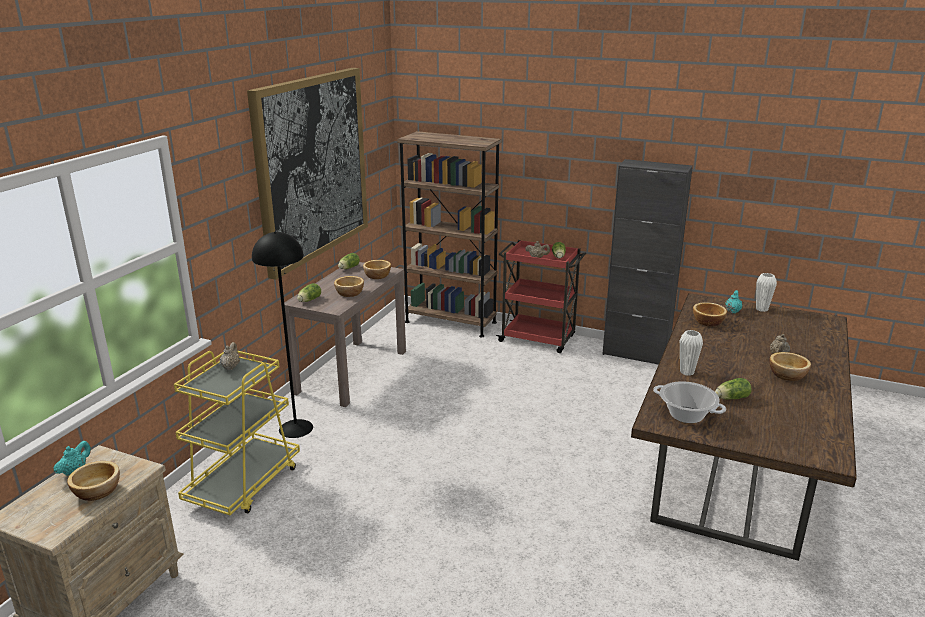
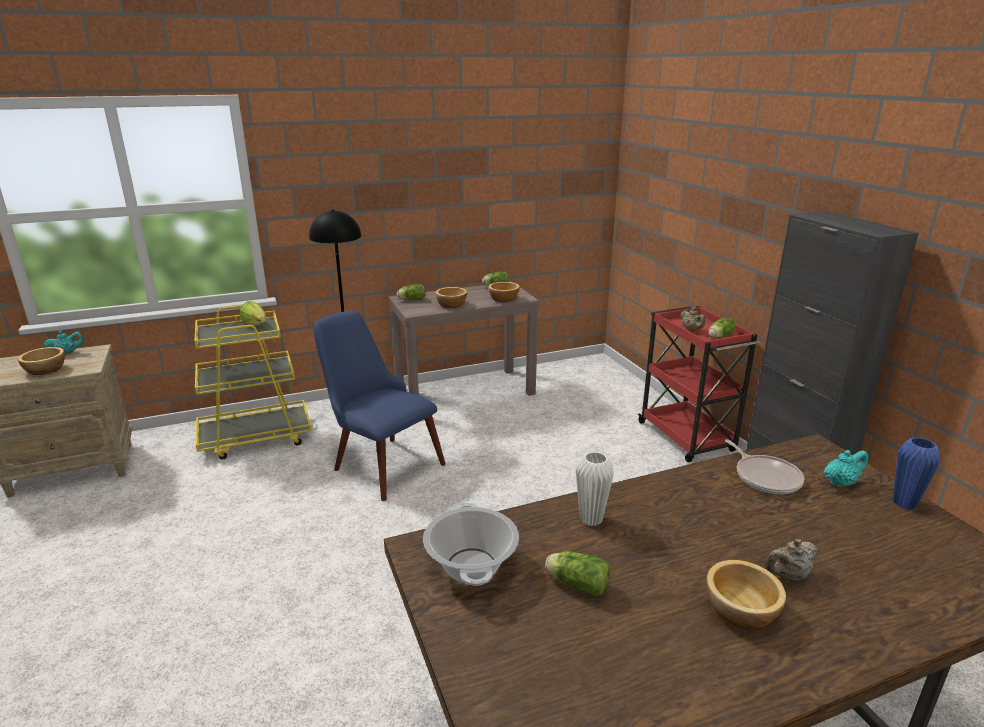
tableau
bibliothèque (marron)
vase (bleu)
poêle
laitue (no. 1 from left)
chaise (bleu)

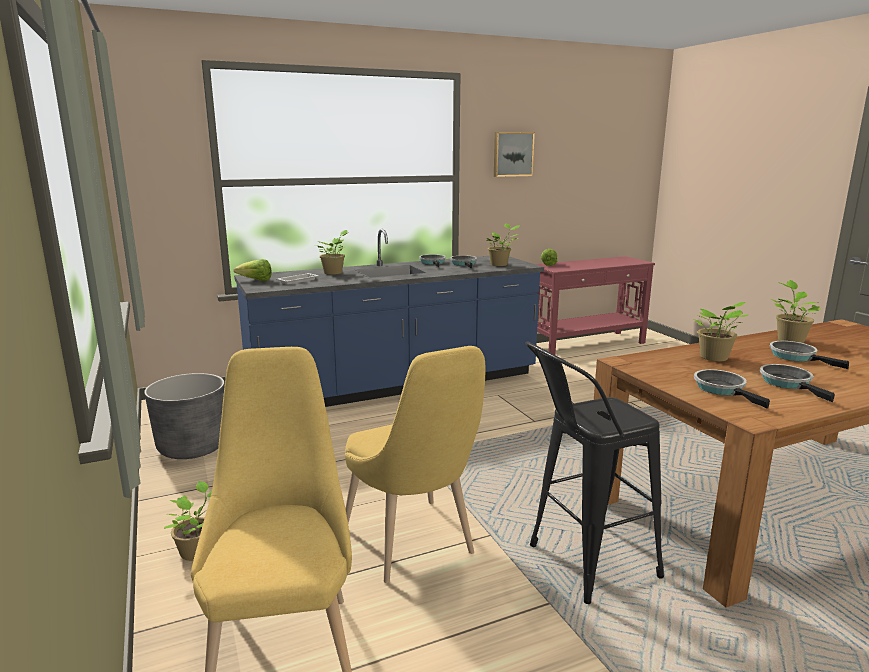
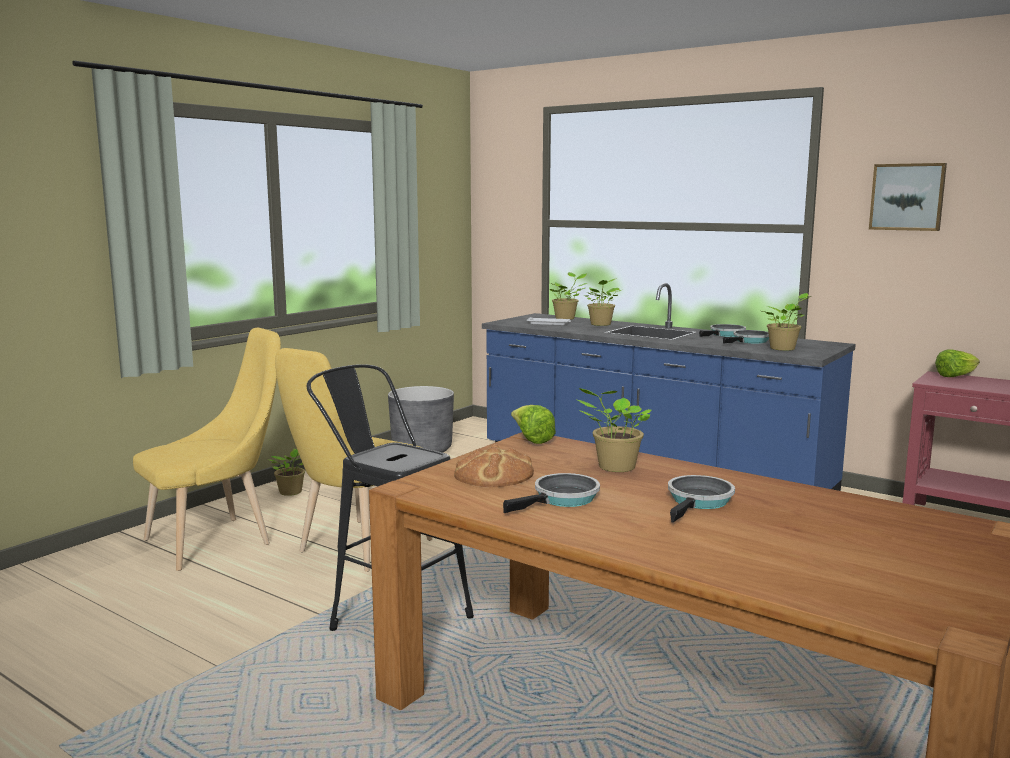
laitue (no. 1 from left)
plante en pot (no. 2 from left)
pain

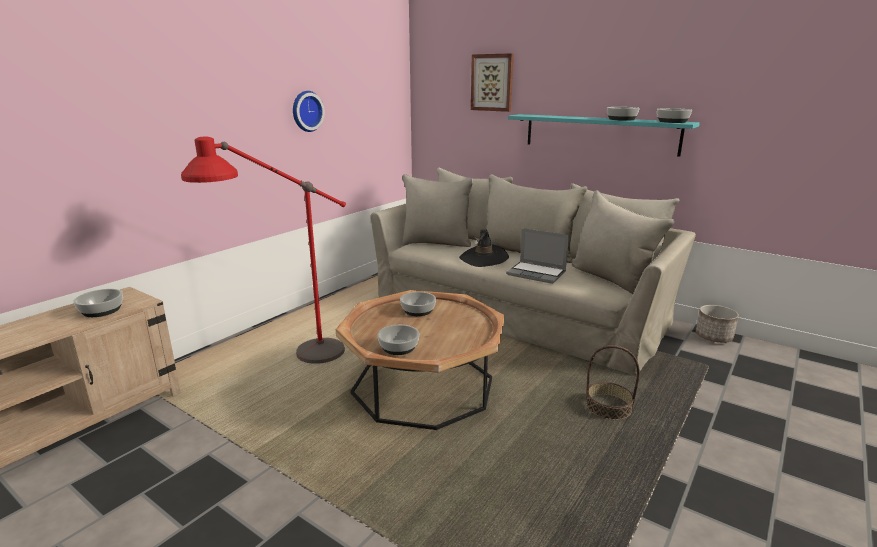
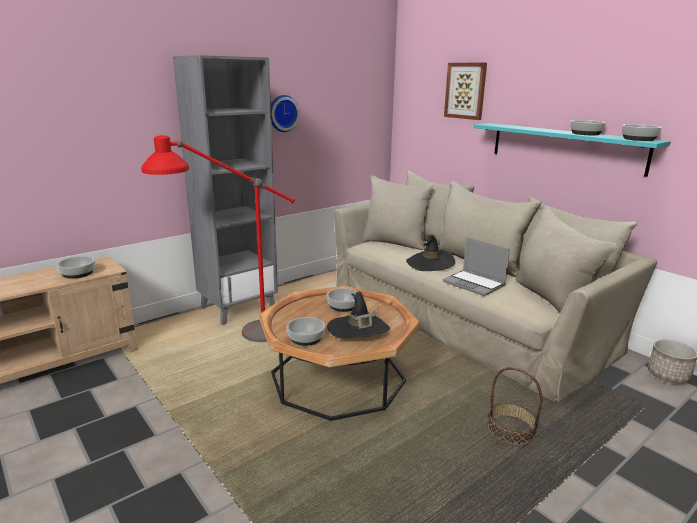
bibliothèque (gris)
chapeau (noir) (no. 1 from left)

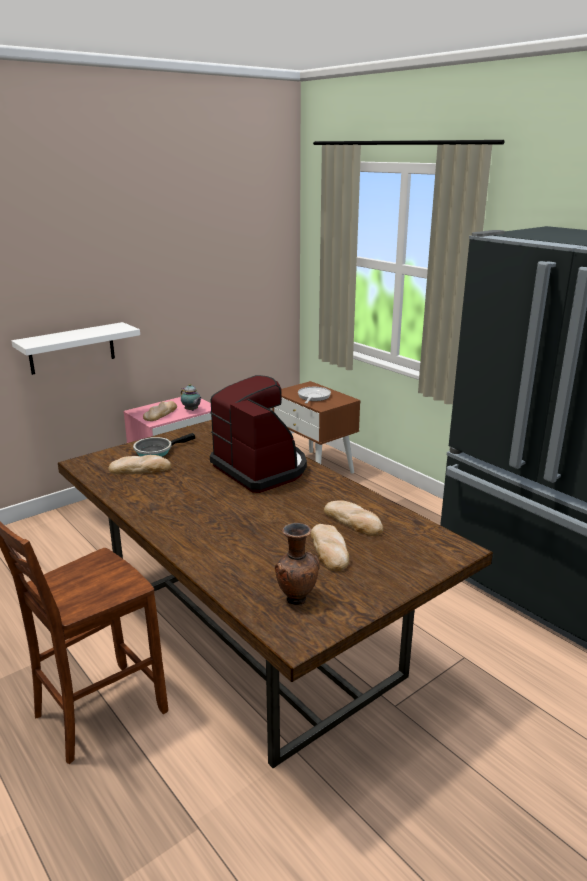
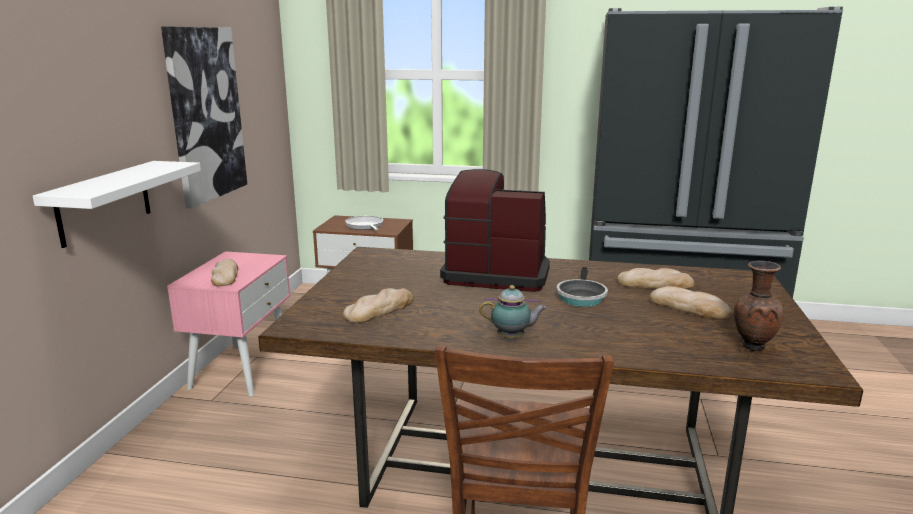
théière
poêle (no. 2 from left)
tableau

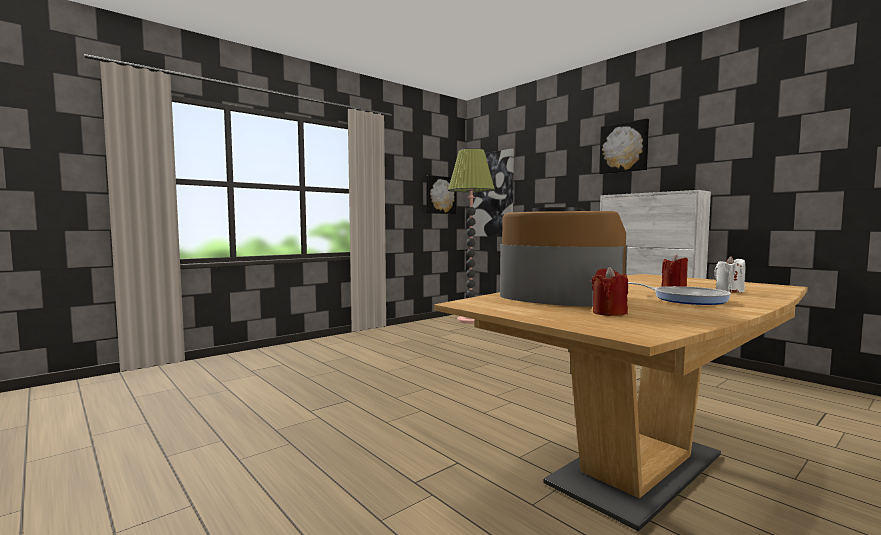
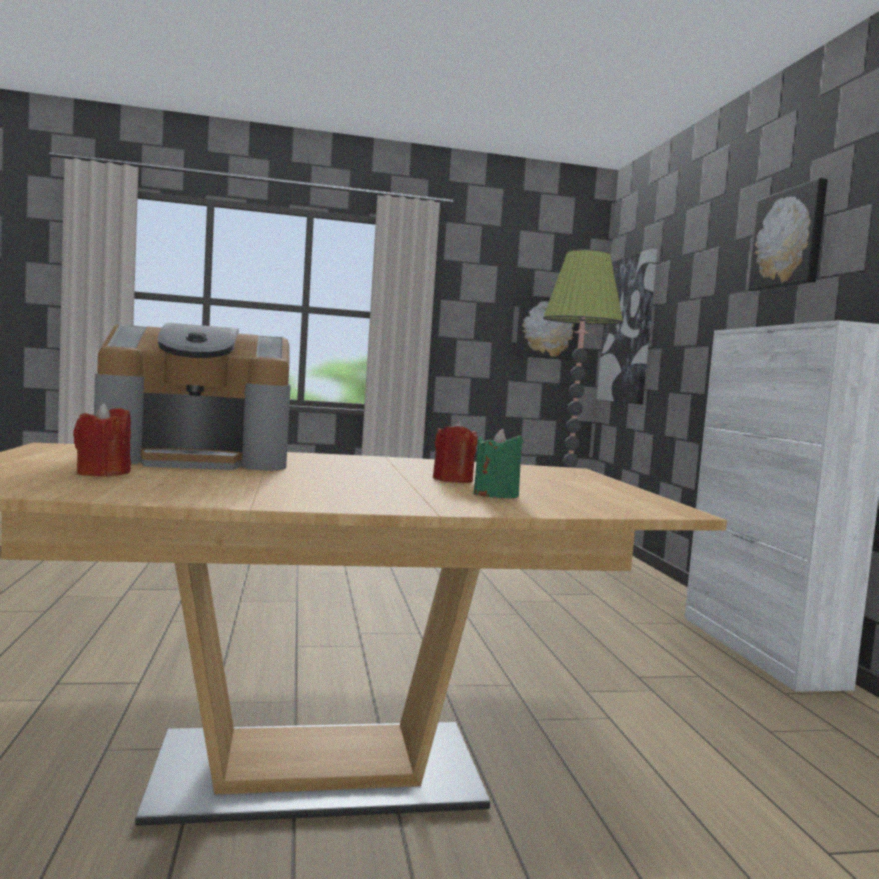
machine à café
bougie (vert)
poêle

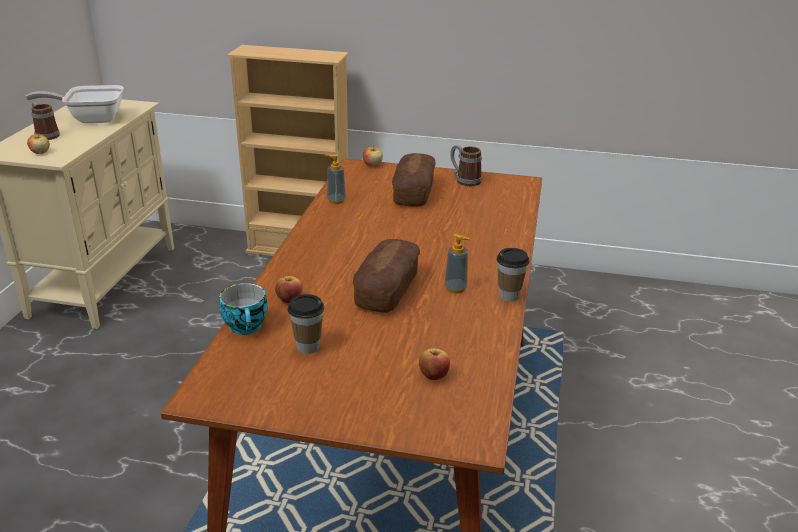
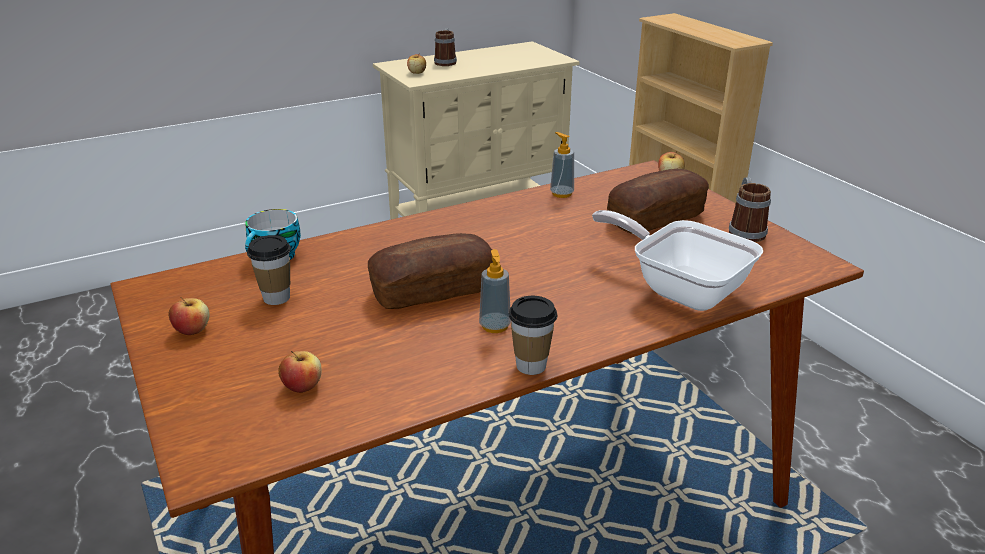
poêle
pomme (no. 1 from left)

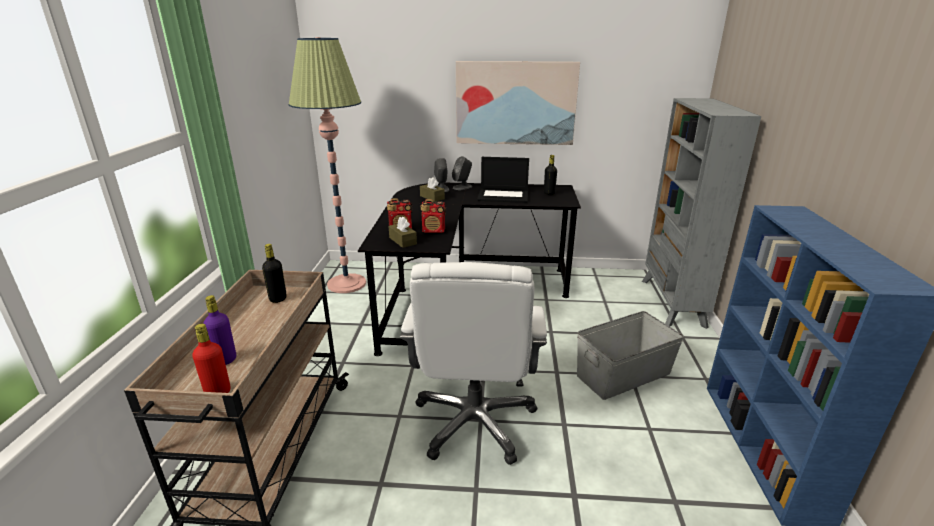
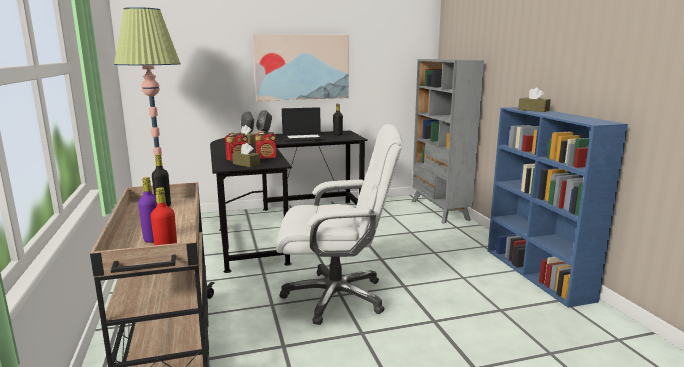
chaise de bureau (blanc)
boîte de rangement (gris)
boîte à mouchoirs (marron) (no. 3 from left)

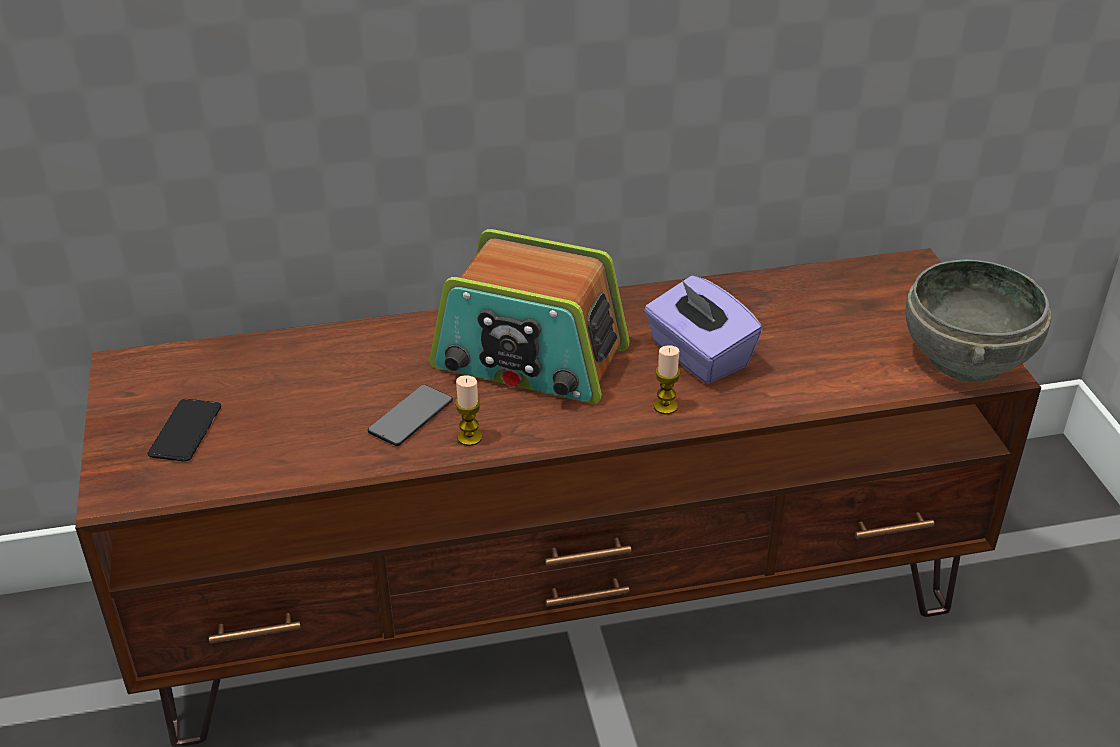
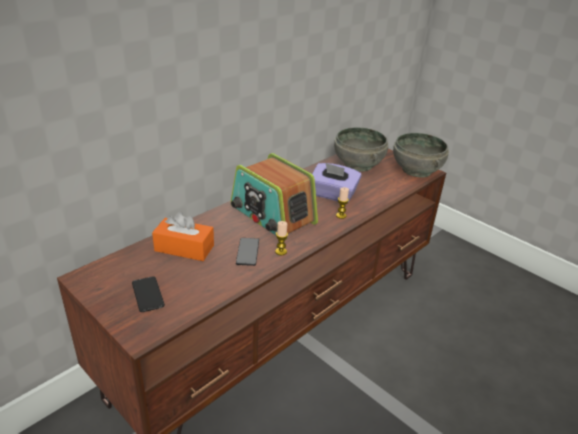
radio
bol (gris) (no. 1 from left)
boîte à mouchoirs (orange)

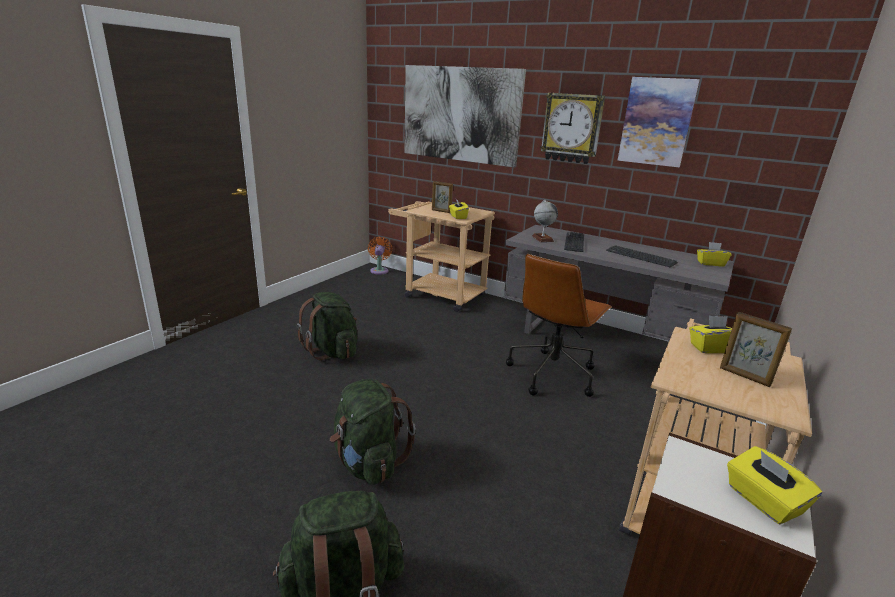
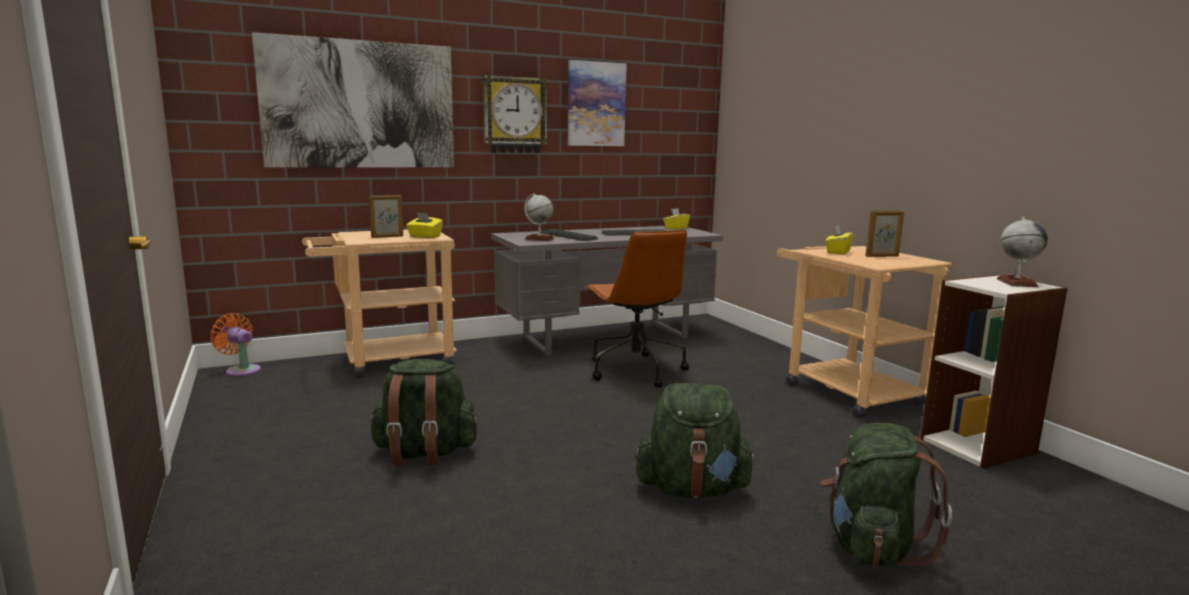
globe (no. 2 from left)

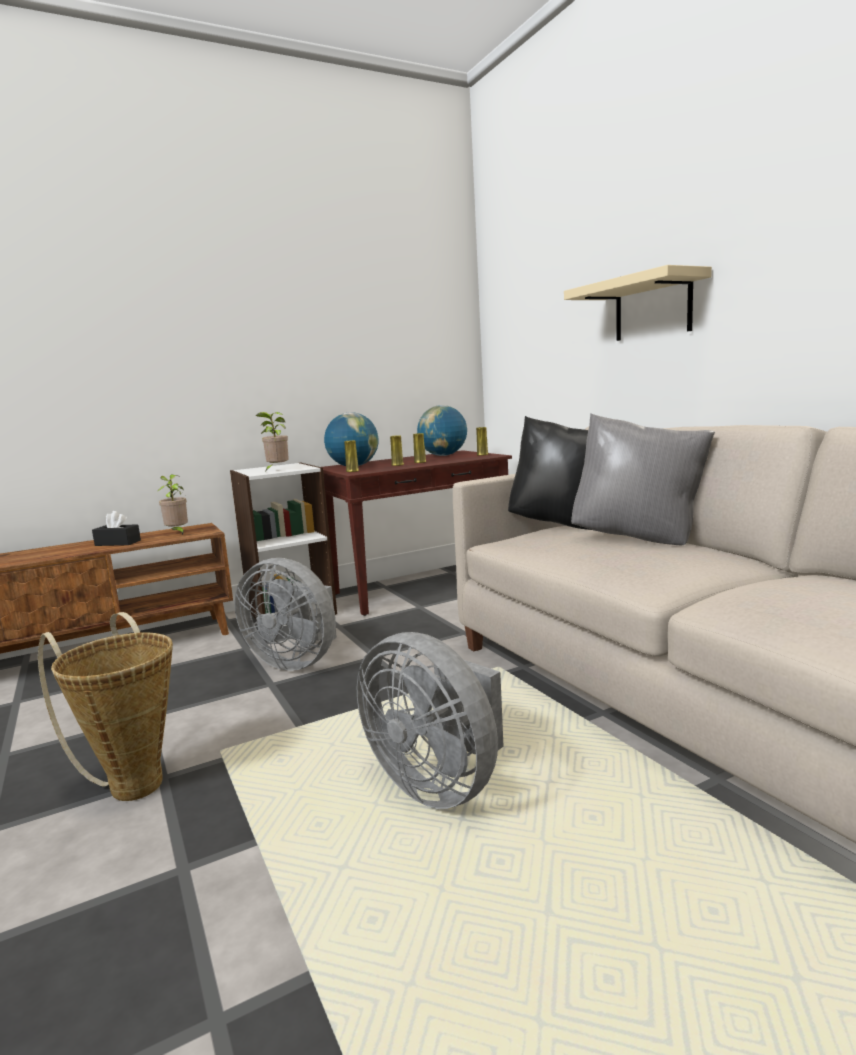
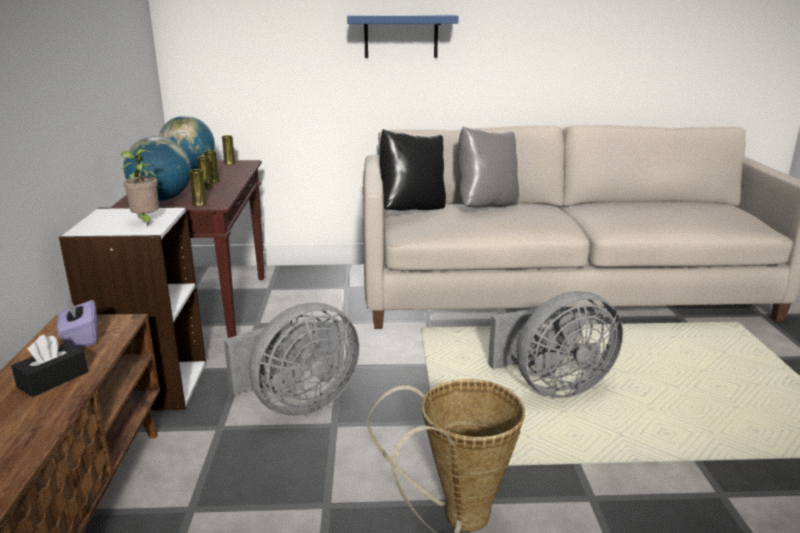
étagère (bleu)
boîte à mouchoirs (violet)

